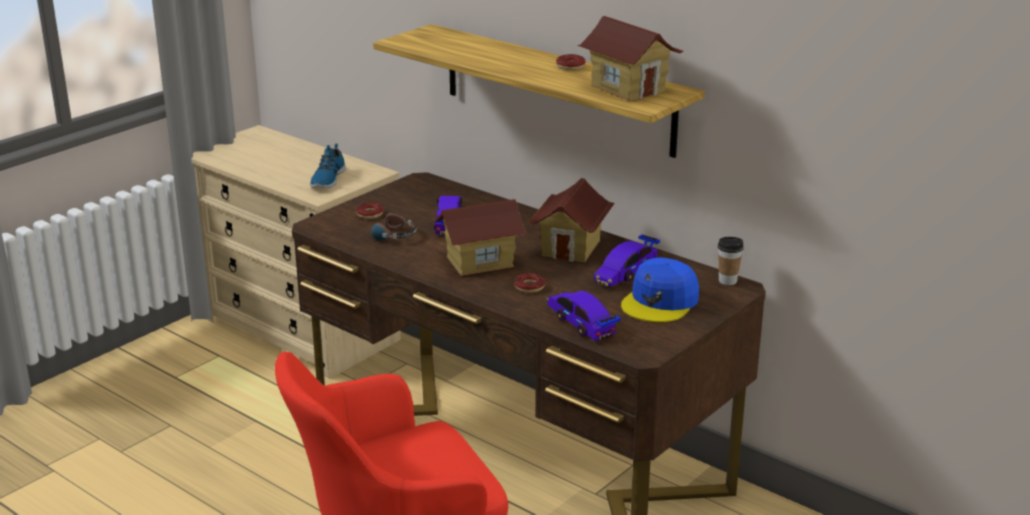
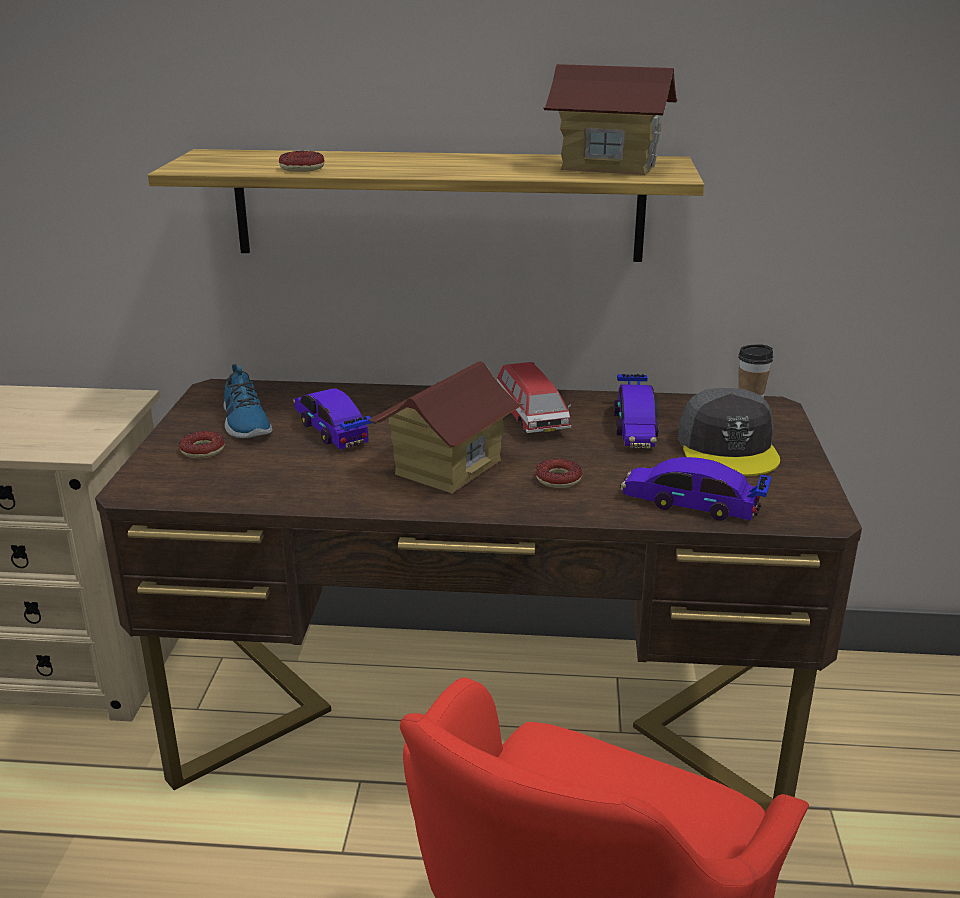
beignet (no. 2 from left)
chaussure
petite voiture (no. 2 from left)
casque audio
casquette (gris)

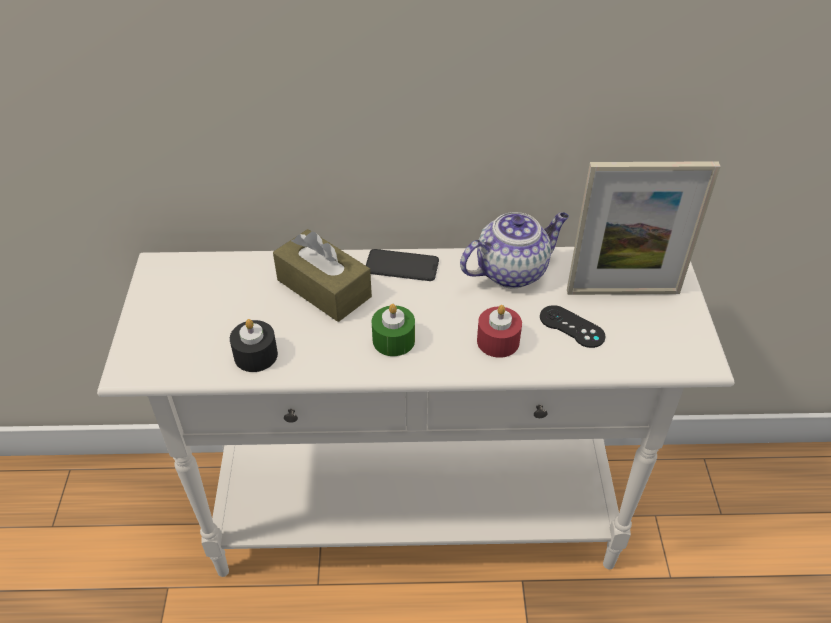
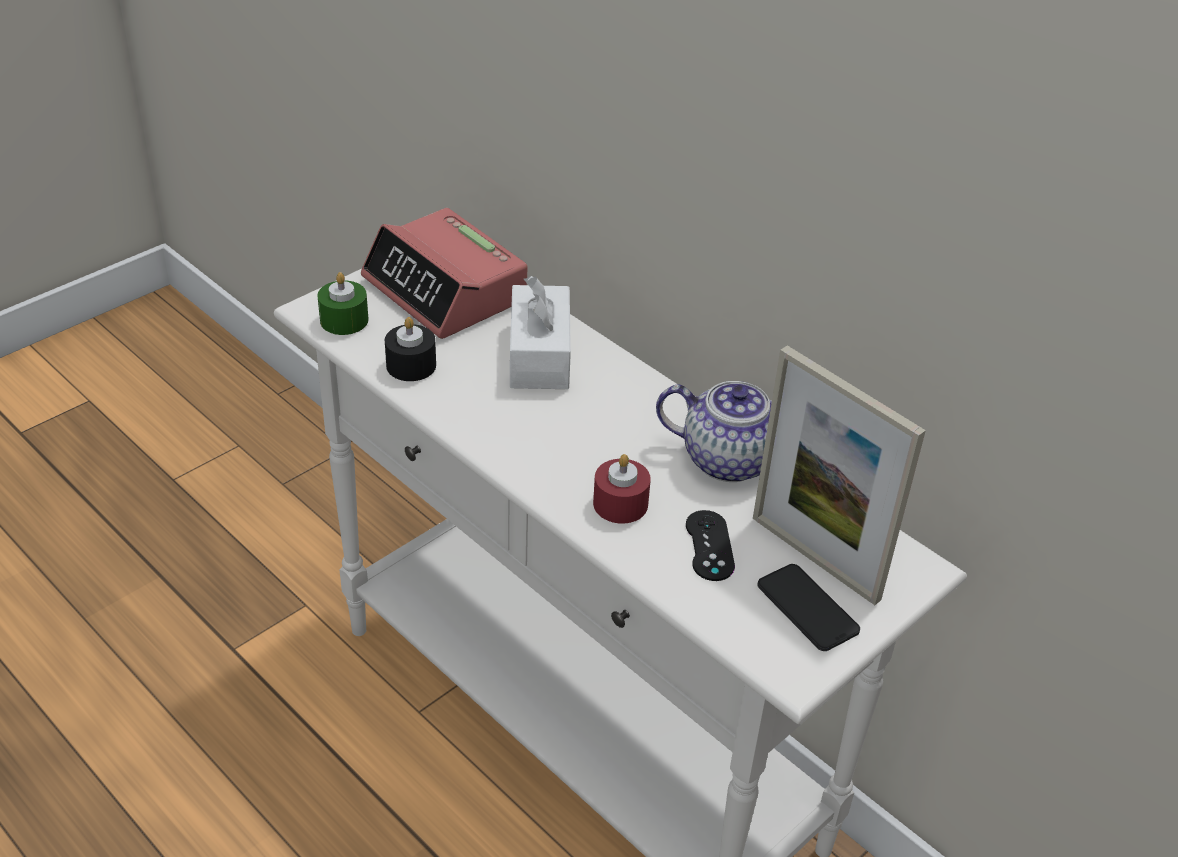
boîte à mouchoirs (blanc)
téléphone
bougie (vert)
réveil

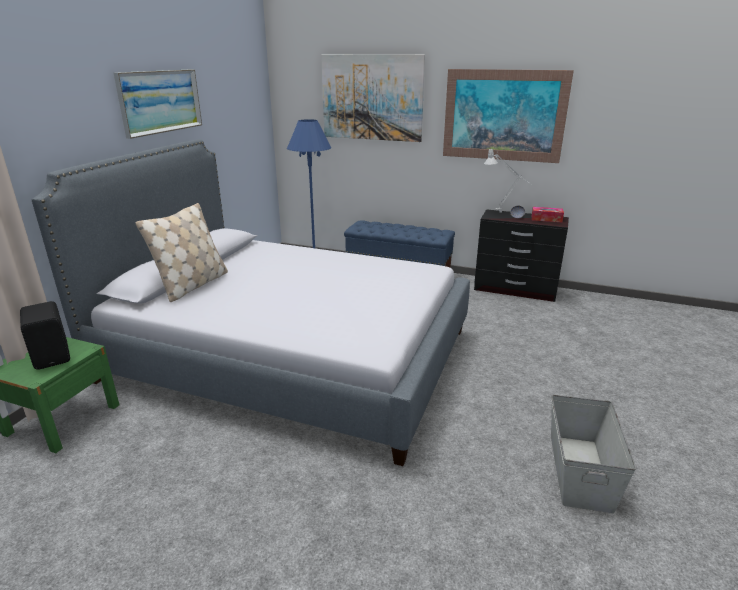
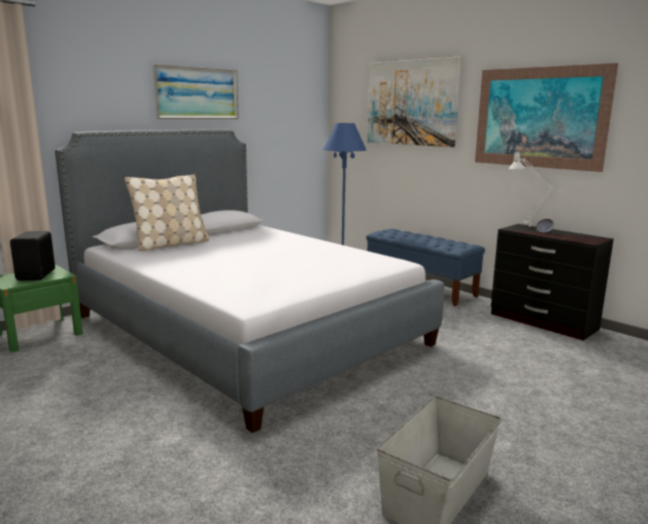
boîte à mouchoirs

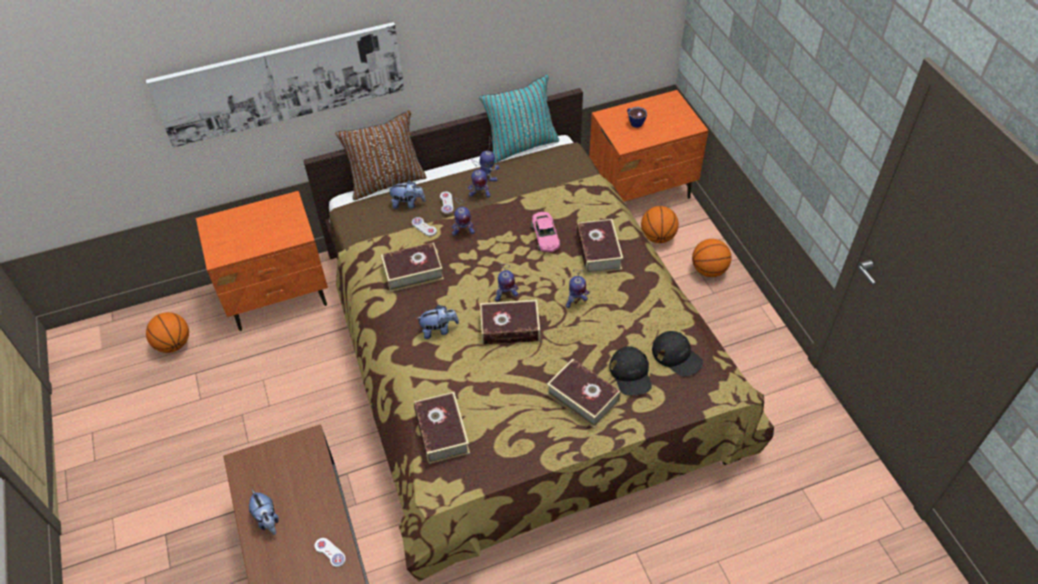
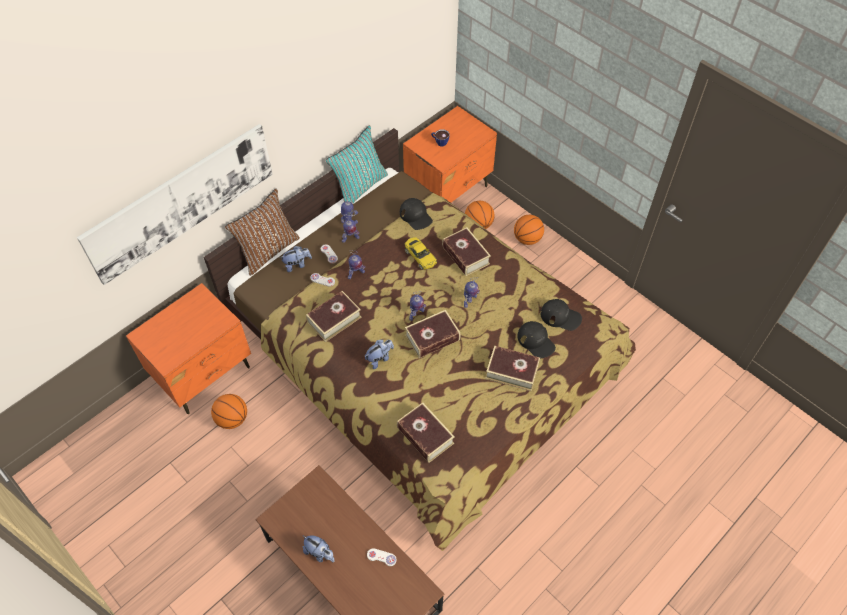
petite voiture (jaune)
ballon de basket (no. 1 from left)
casquette (noir) (no. 1 from left)

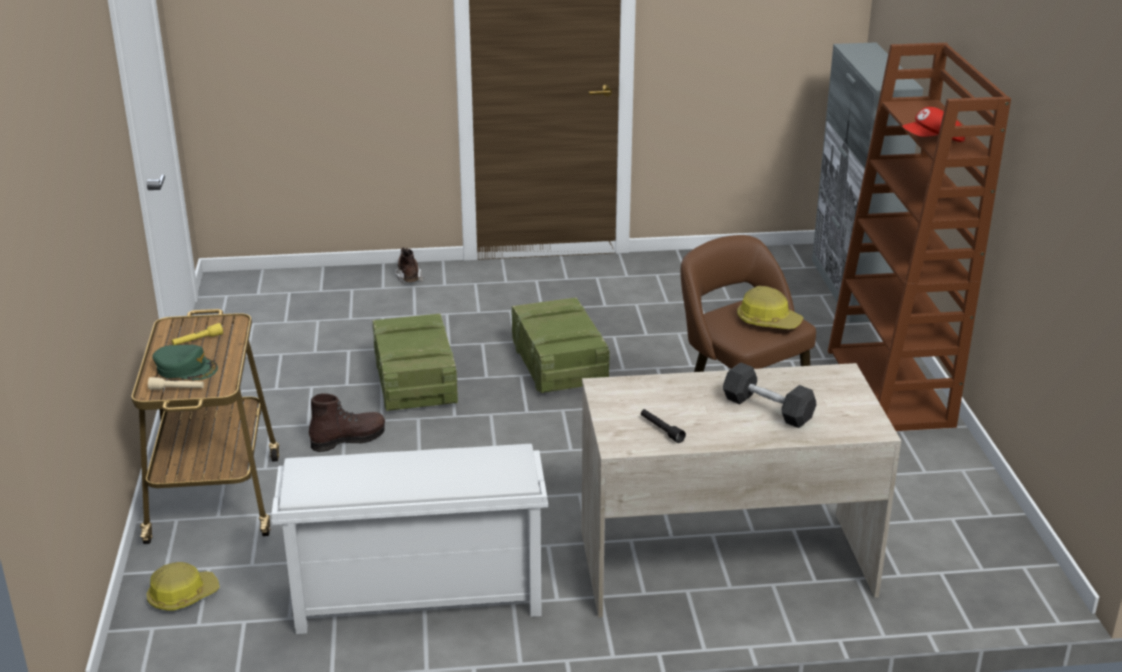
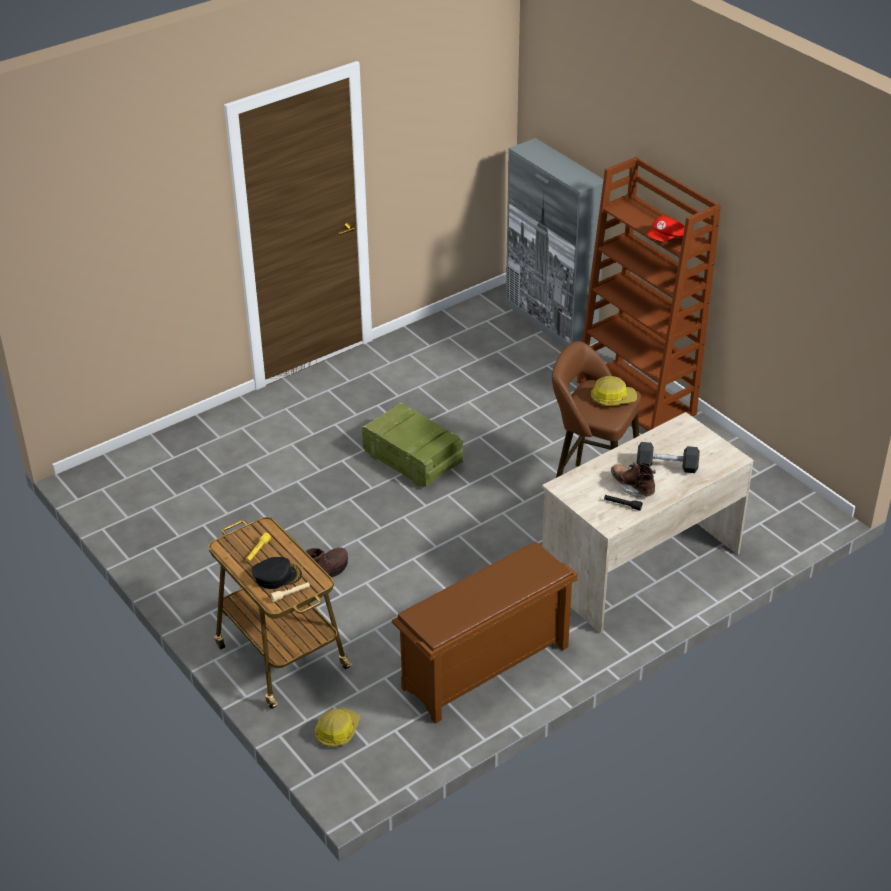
botte (marron) (no. 2 from left)
caisse (no. 1 from left in the first image)
casquette (noir)
étagère à chaussures (marron)

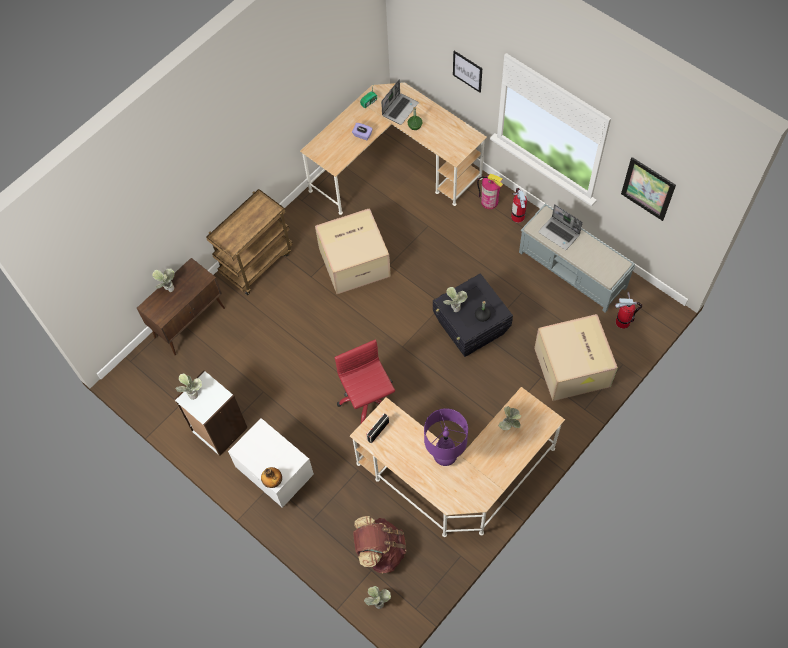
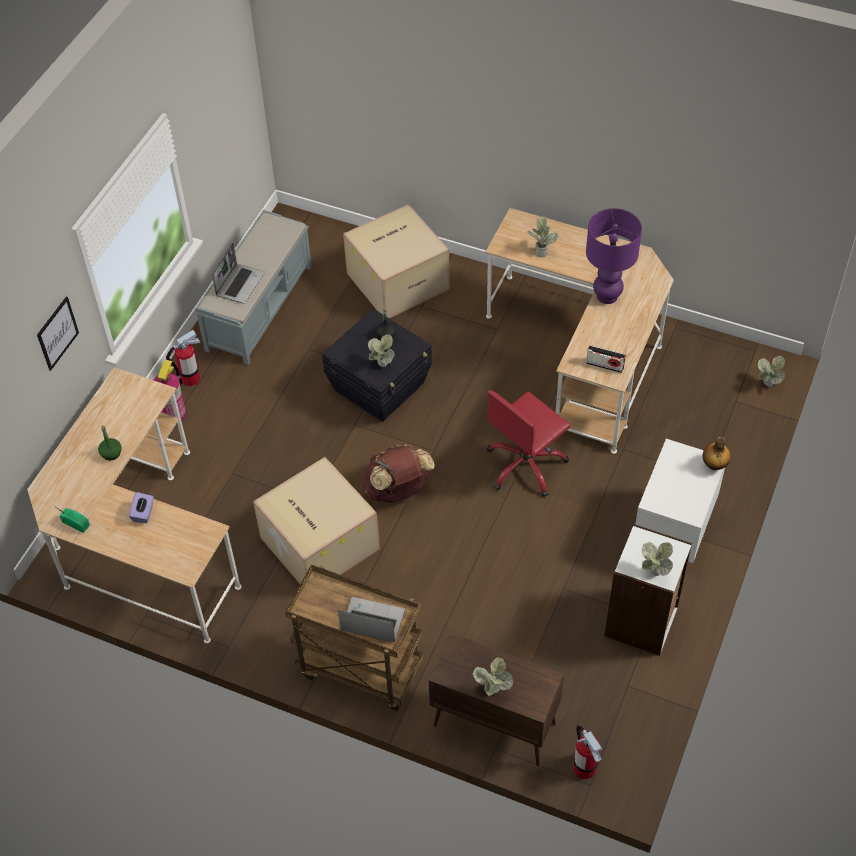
ordinateur portable (no. 2 from left)
tableau (no. 2 from left in the first image)
extincteur (no. 3 from left)
sac à dos (marron)

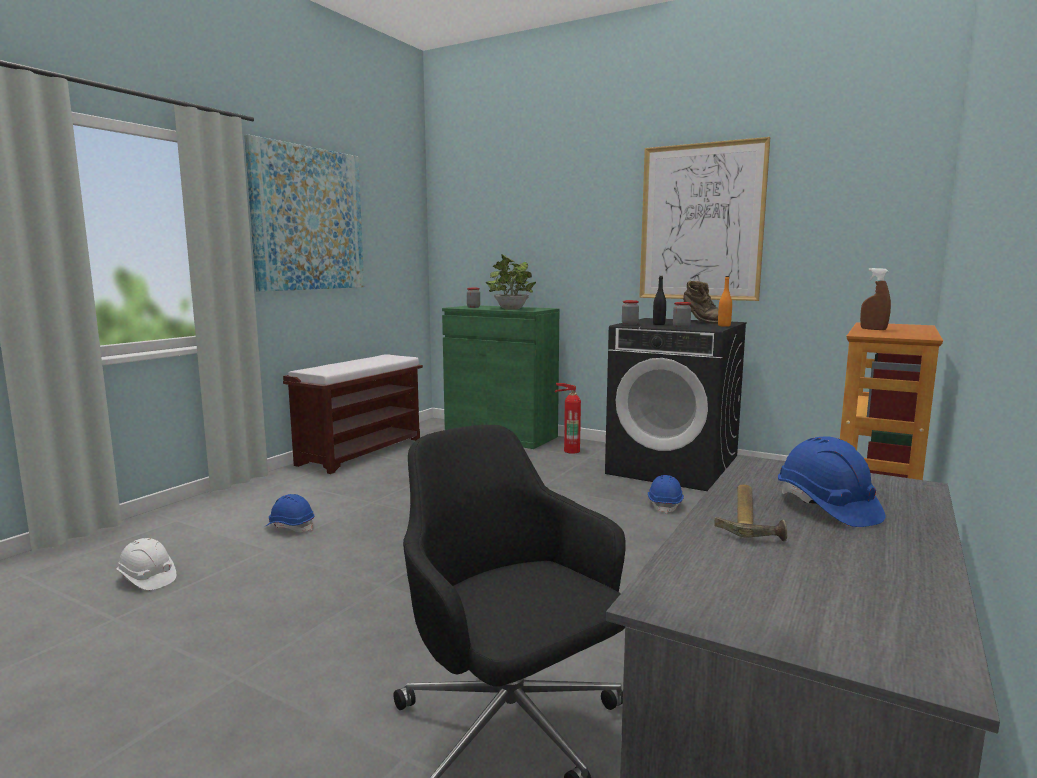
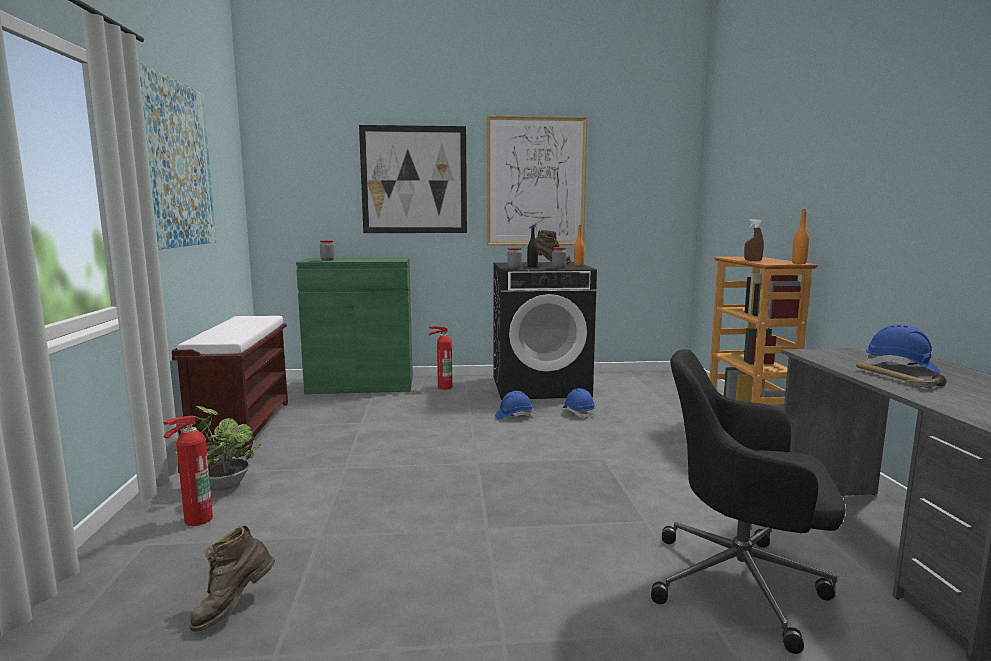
plante en pot
casque de chantier (bleu) (no. 1 from left)
botte (marron) (no. 1 from left)
tableau (no. 2 from left)
bouteille (orange) (no. 2 from left)
extincteur (no. 1 from left)

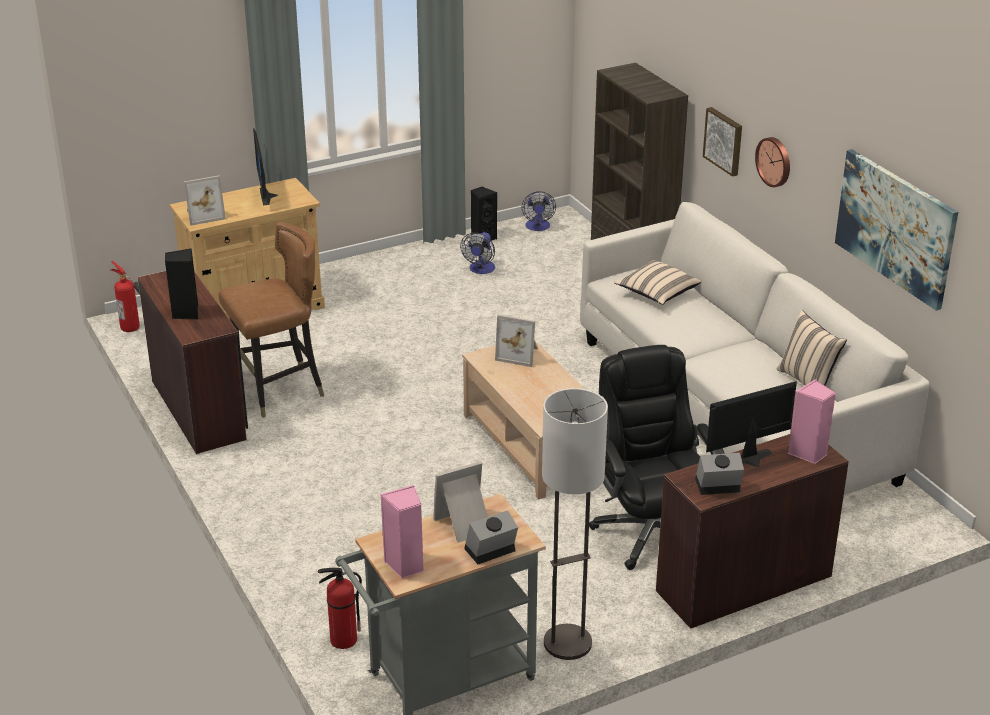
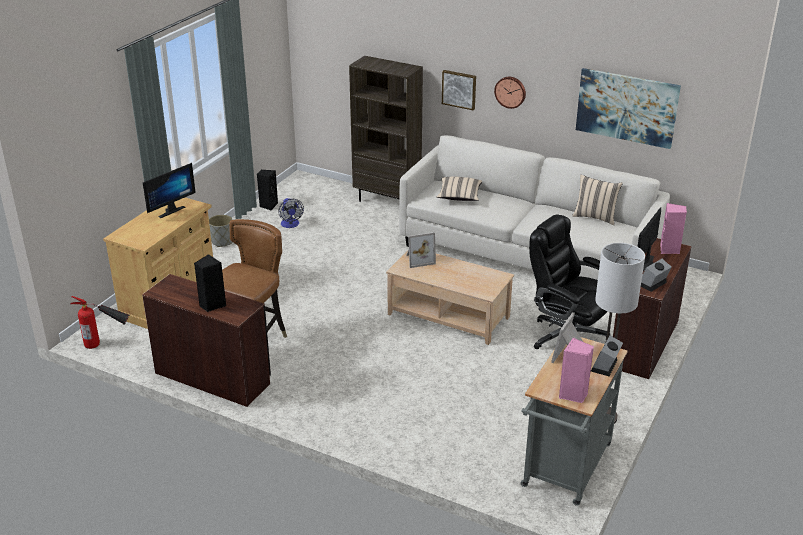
écran d'ordinateur (no. 1 from left)
cadre photo (no. 1 from left in the first image)
ventilateur (no. 2 from left in the first image)
extincteur (no. 2 from left in the first image)
cache-pot (gris)

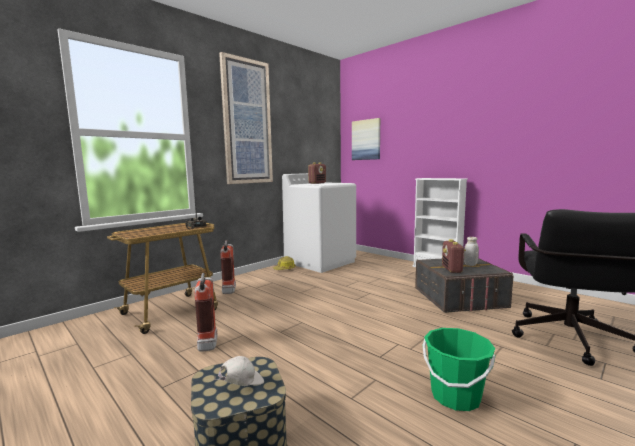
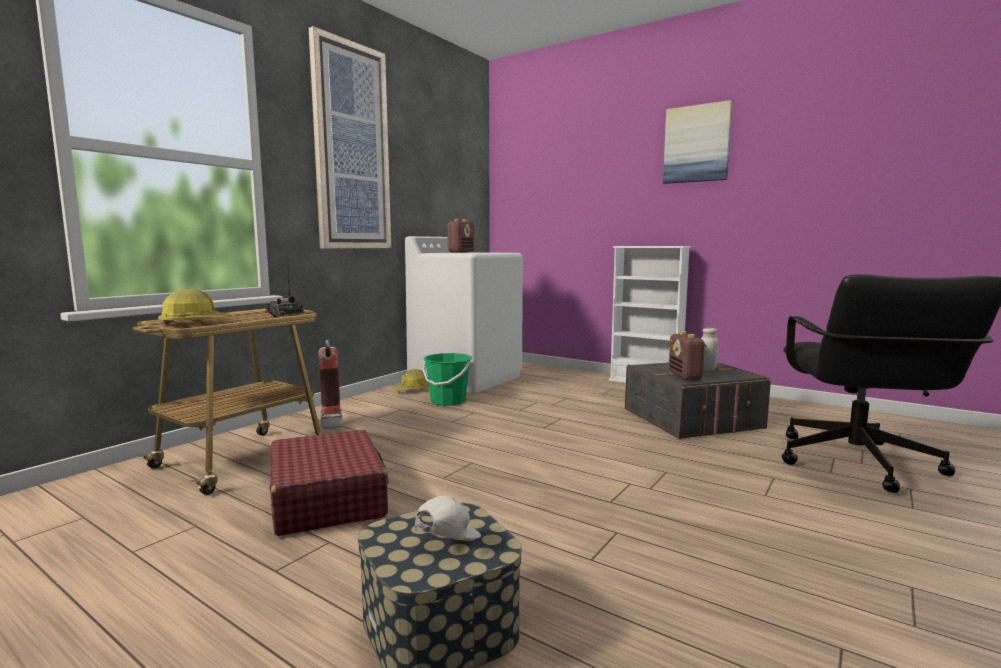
tableau (no. 2 from left)
valise (rouge)
seau (vert)
casque de chantier (no. 1 from left)

